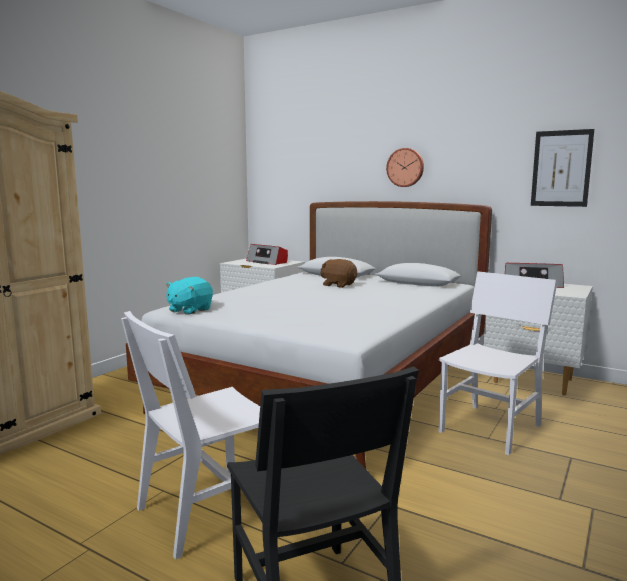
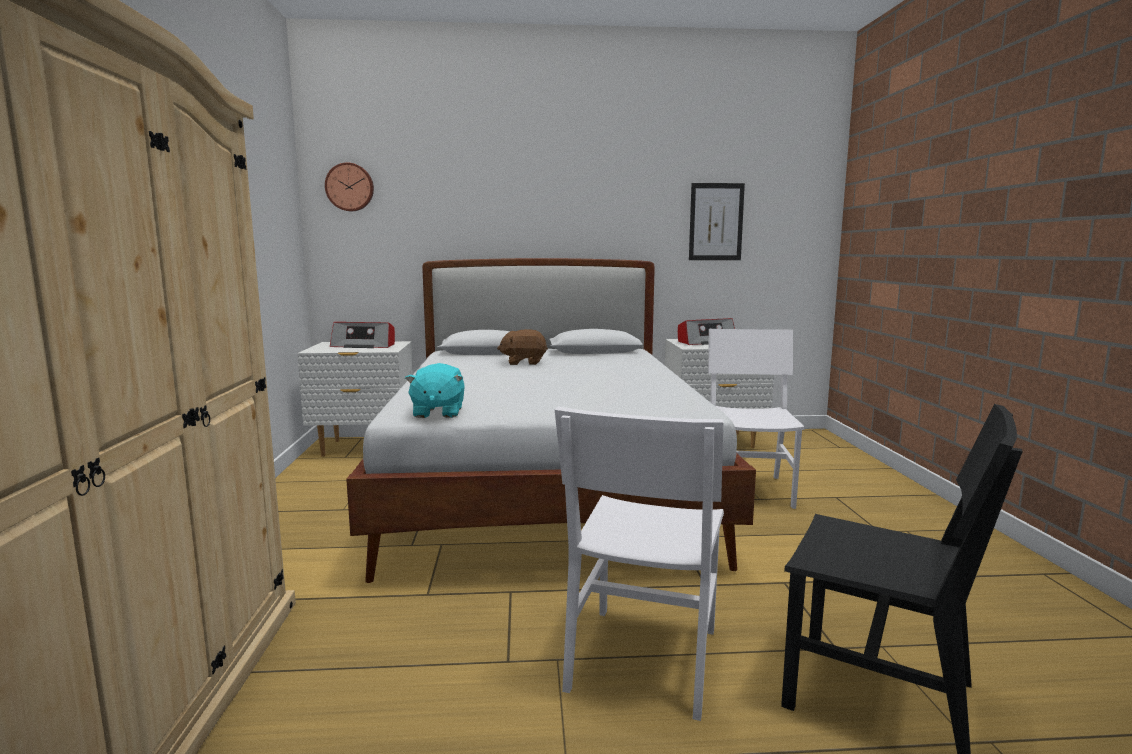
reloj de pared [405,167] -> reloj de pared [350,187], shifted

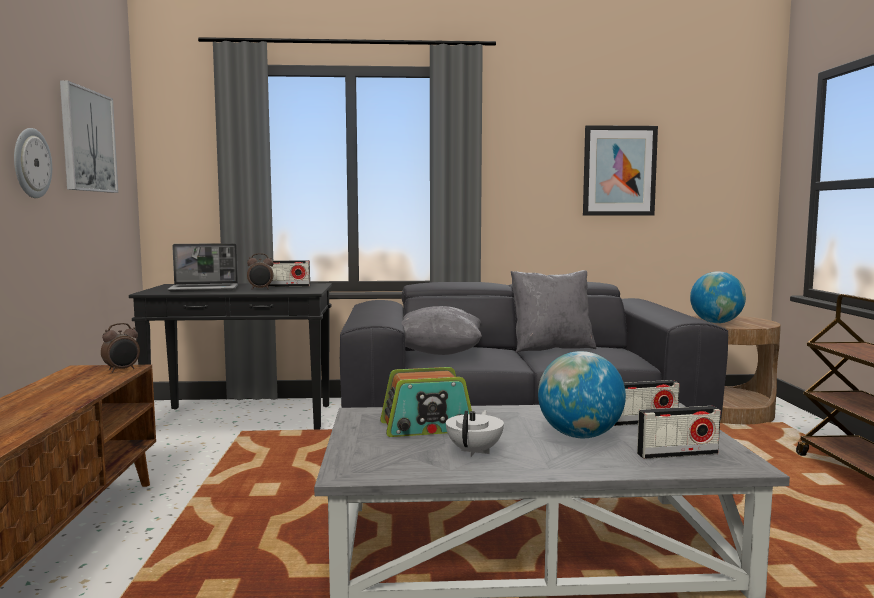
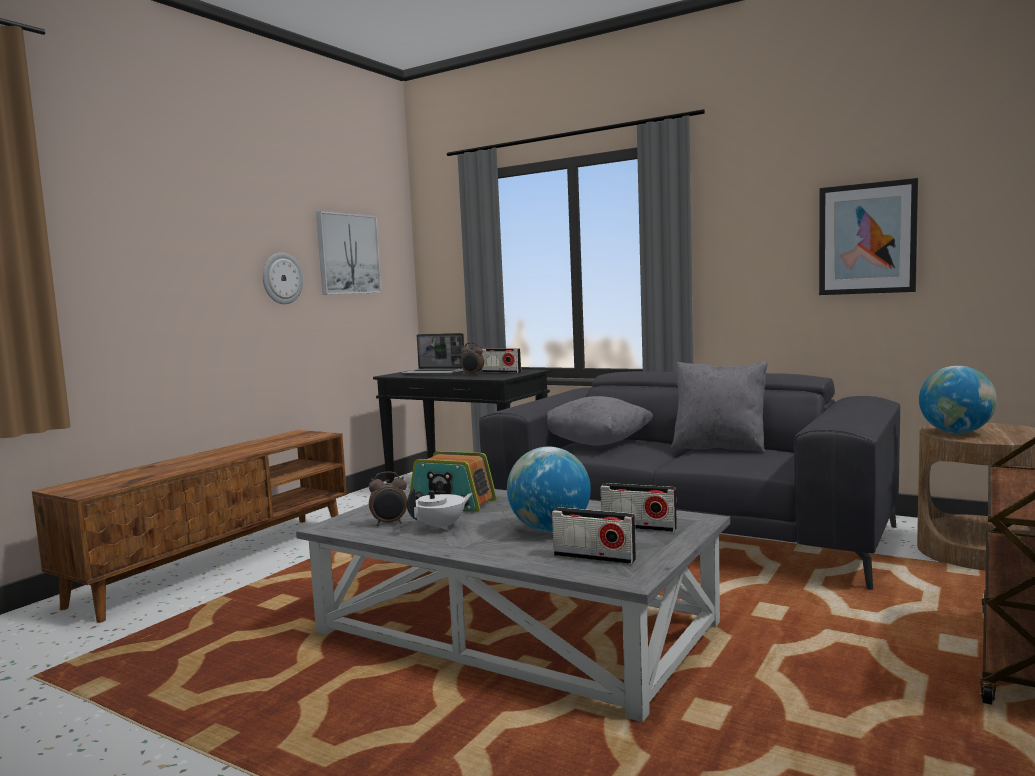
despertador [122,370] -> despertador [389,523], shifted

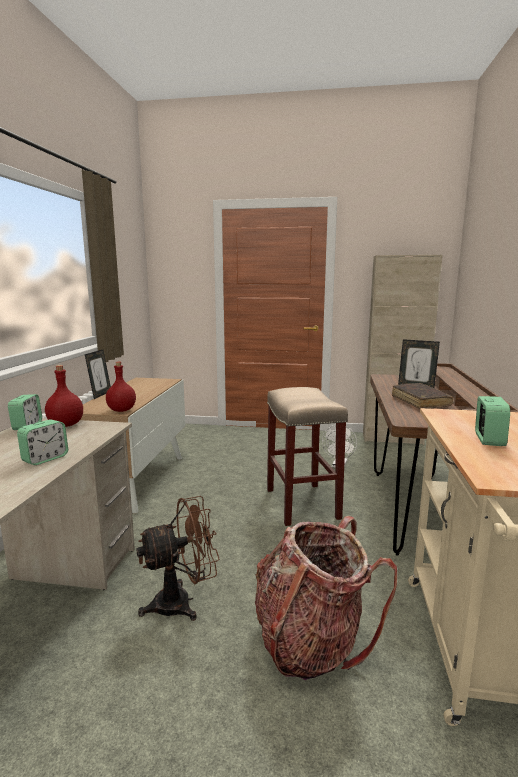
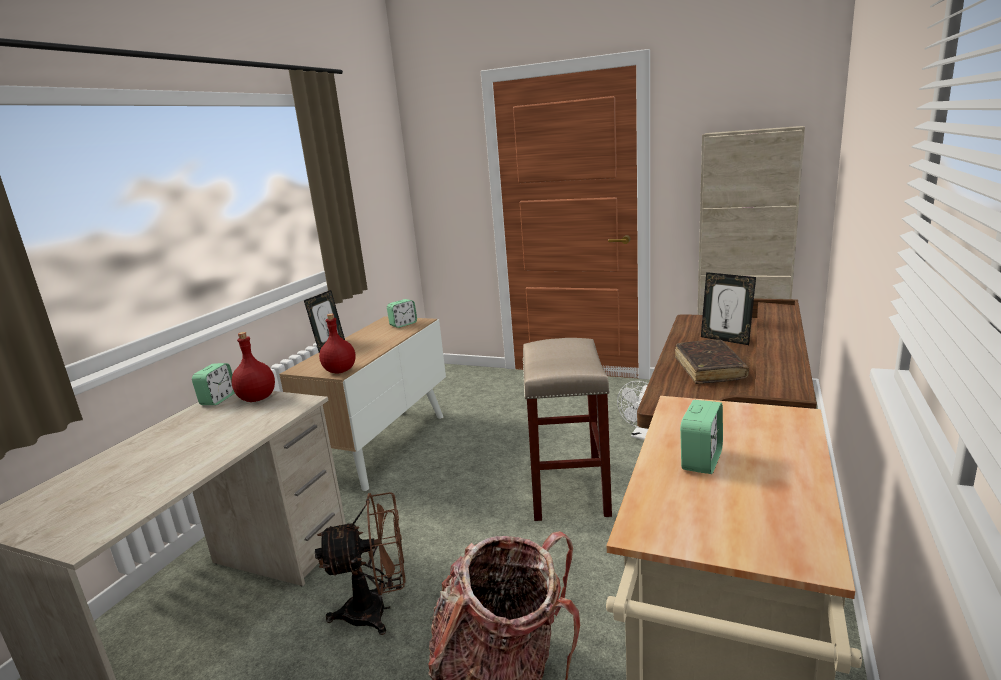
despertador [45,459] -> despertador [403,324], shifted

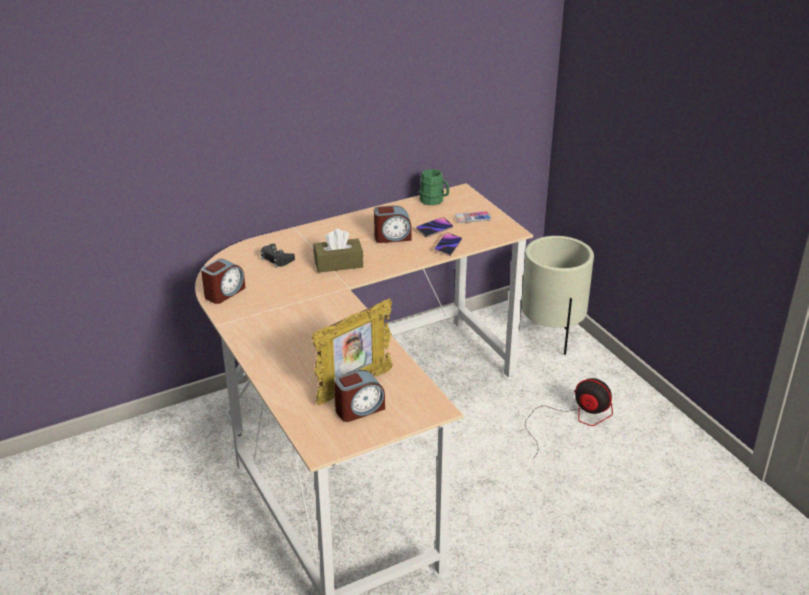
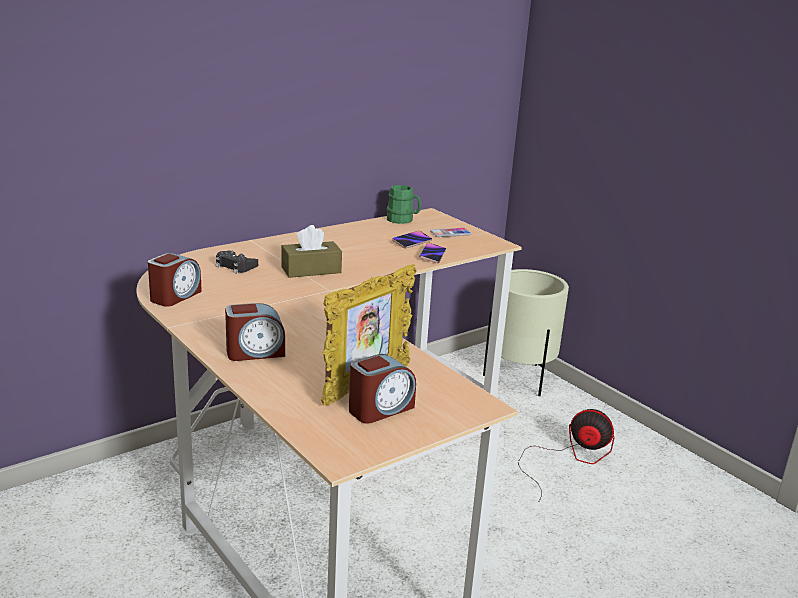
despertador [392,237] -> despertador [255,352], shifted

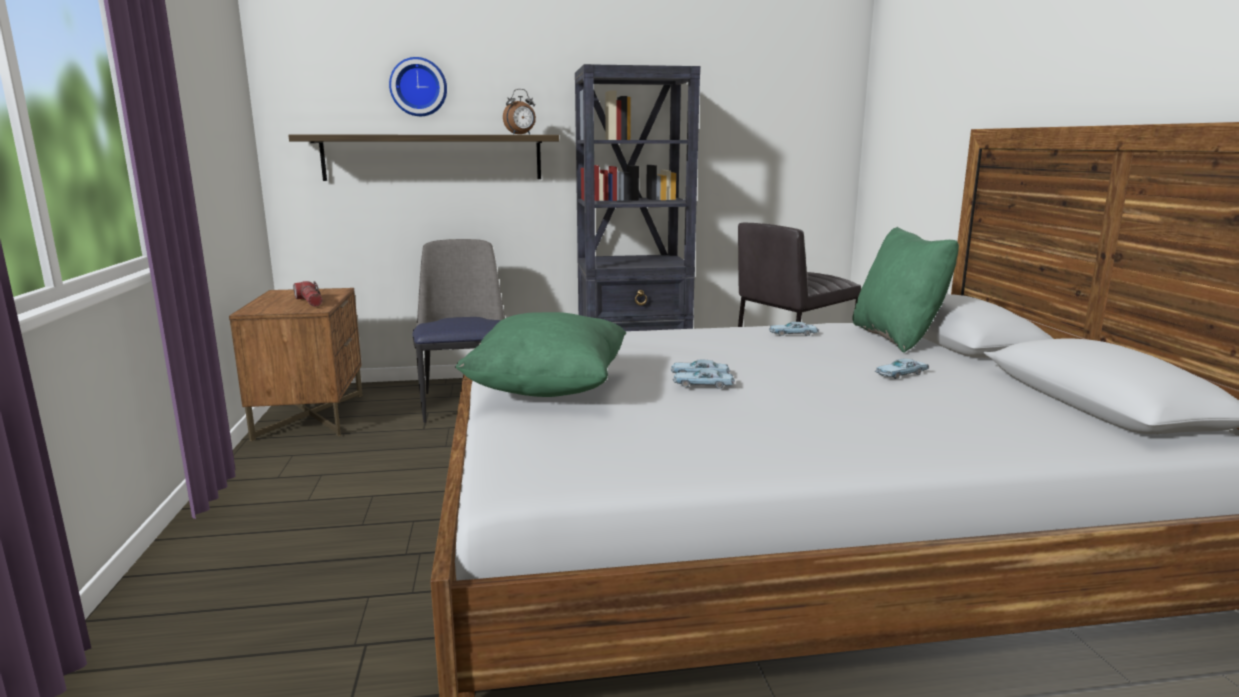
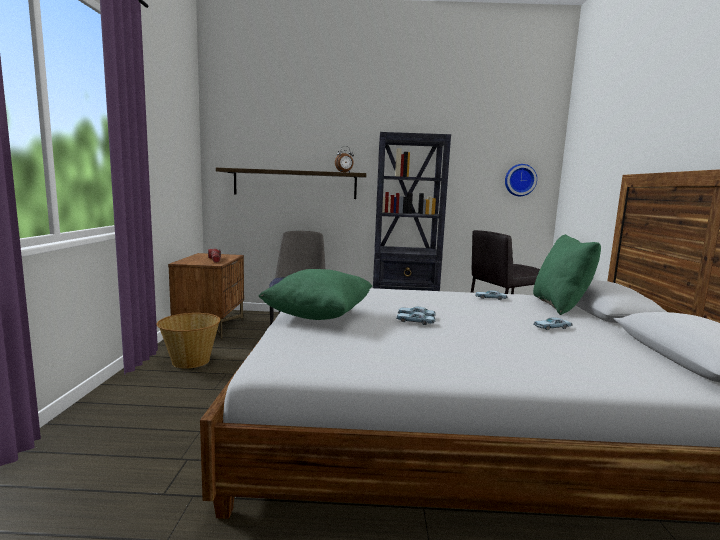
none -> cesta [190,361]
reloj de pared [418,87] -> reloj de pared [519,180], shifted

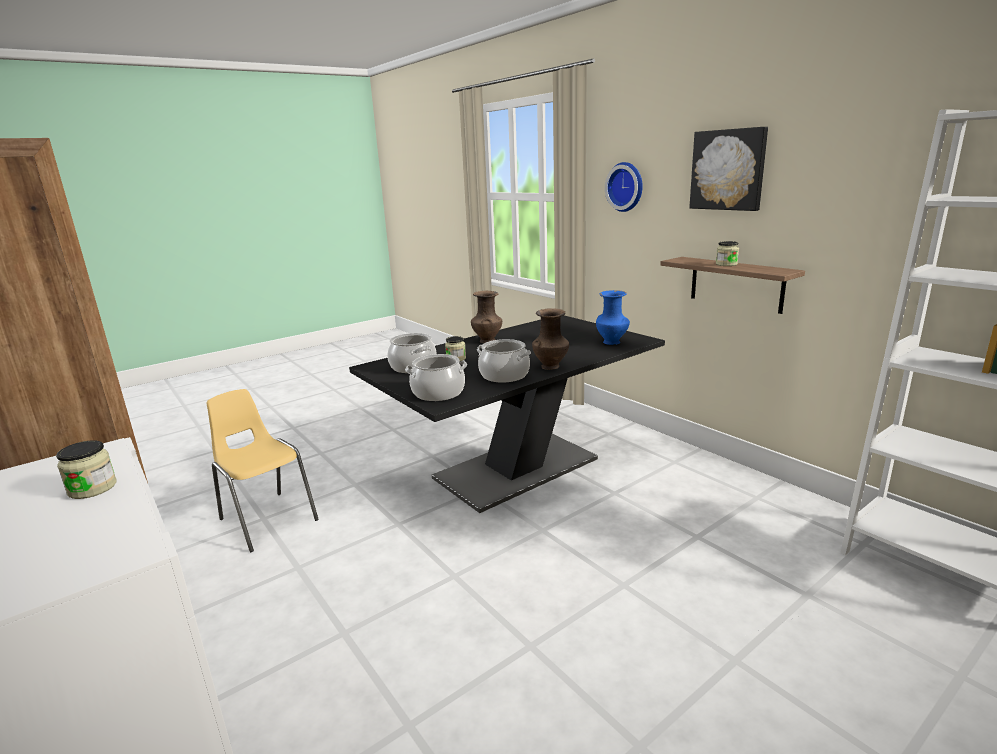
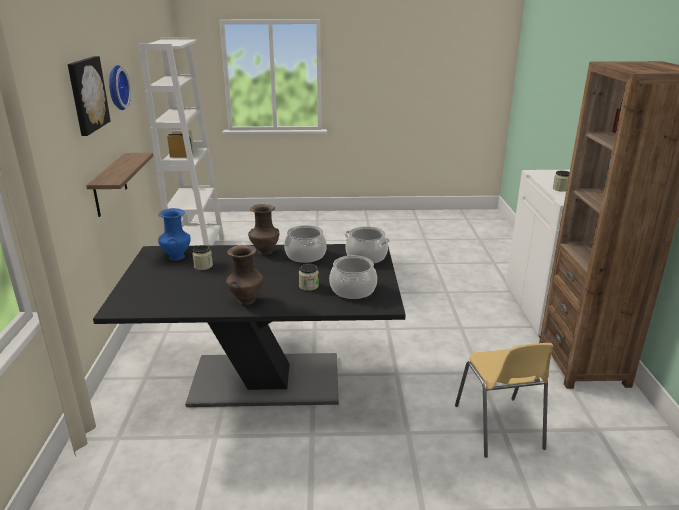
reloj de pared [626,187] -> reloj de pared [115,87], shifted
tarro [726,264] -> tarro [203,266], shifted

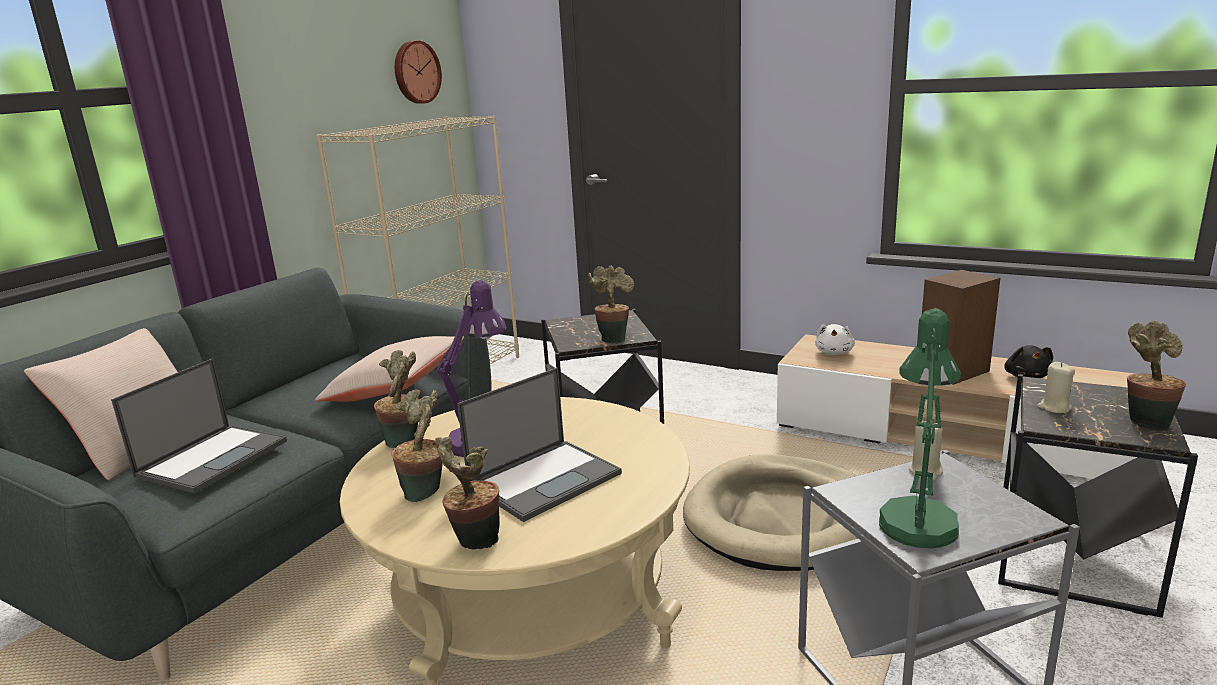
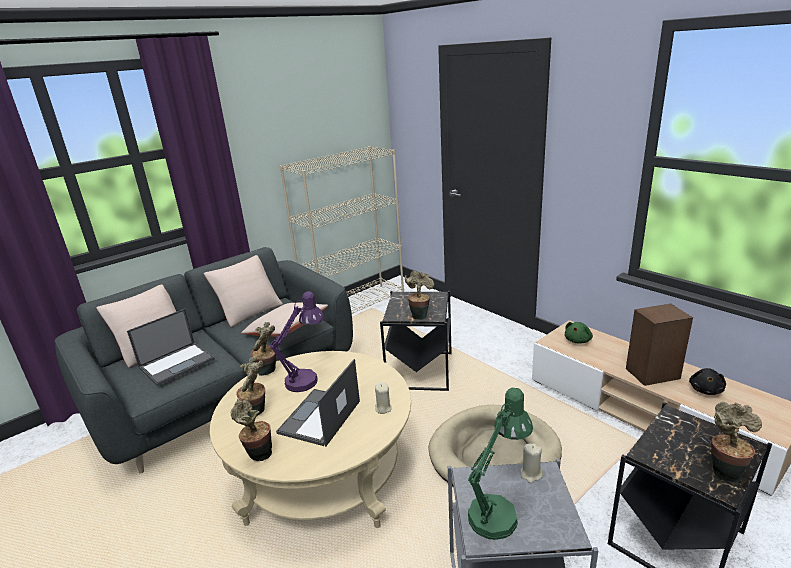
none -> cojín/beis [249,310]
portátil [545,479] -> portátil [319,418], 135 degrees clockwise
vela/beis [1054,407] -> vela/beis [383,408], shifted
peluche/blanco [834,353] -> peluche/verde [578,340]
reloj de pared [415,72] -> none

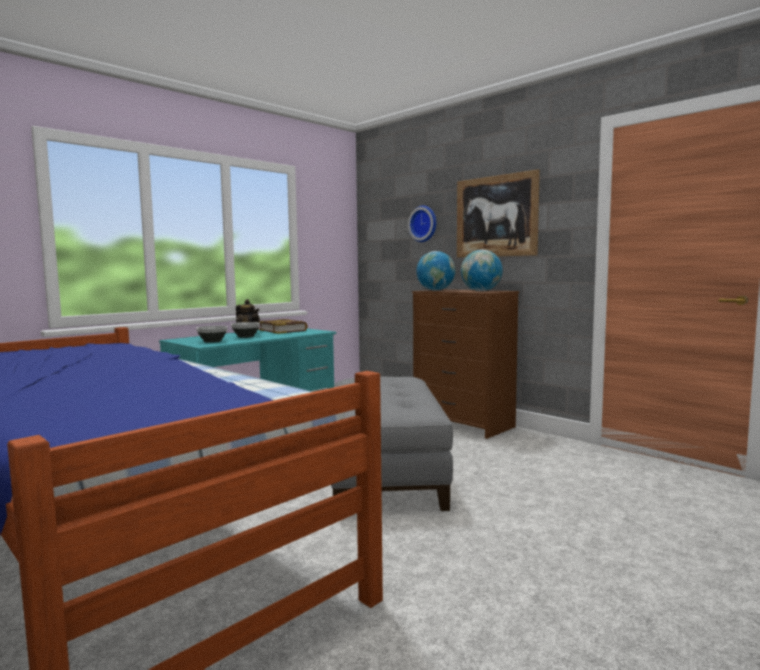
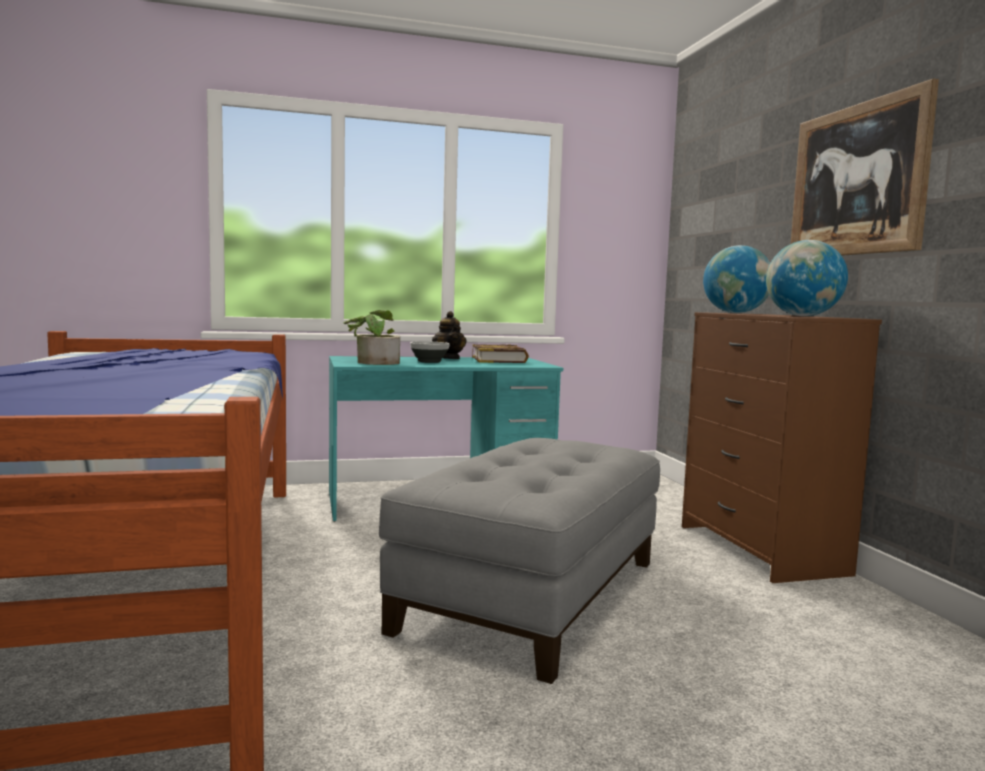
cuenco [212,341] -> planta en maceta [373,362]
reloj de pared [424,224] -> none

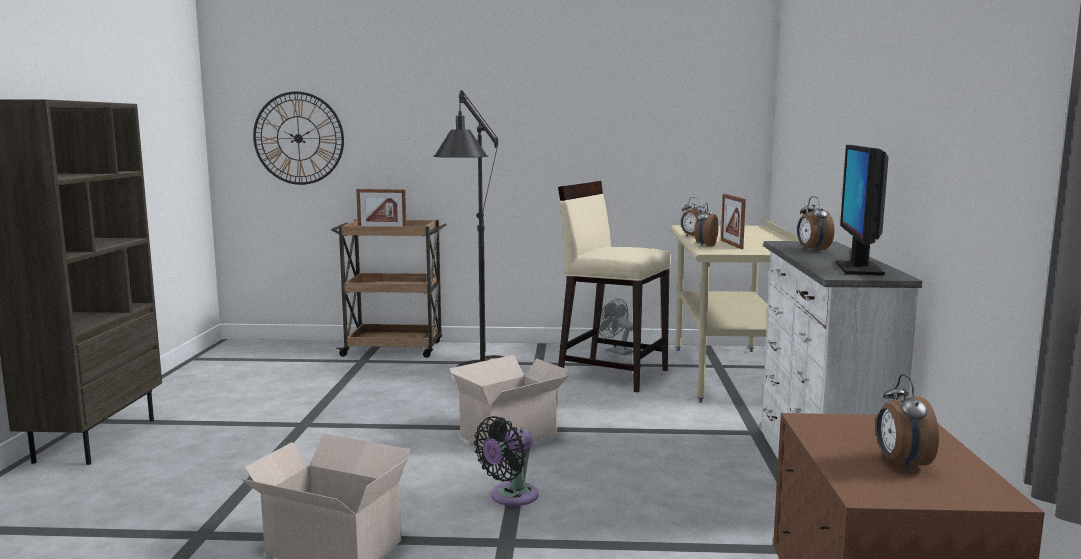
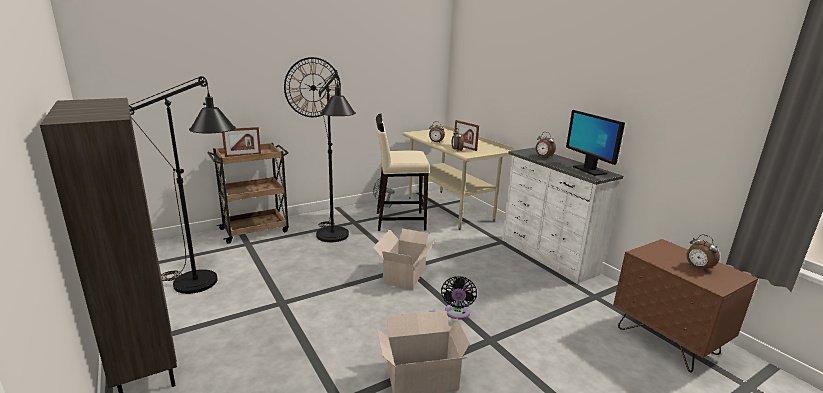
none -> lámpara de pie/negro [205,285]
reloj de pared [298,138] -> reloj de pared [313,87], shifted

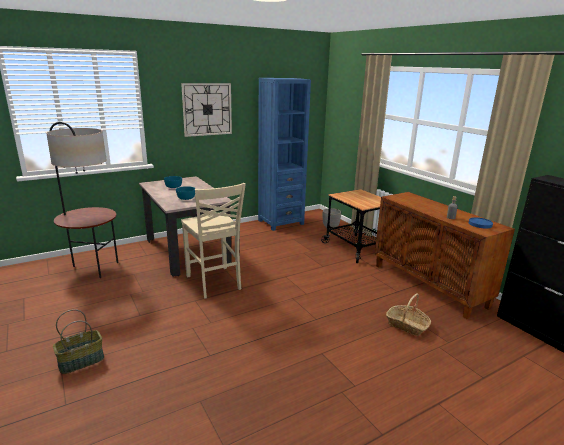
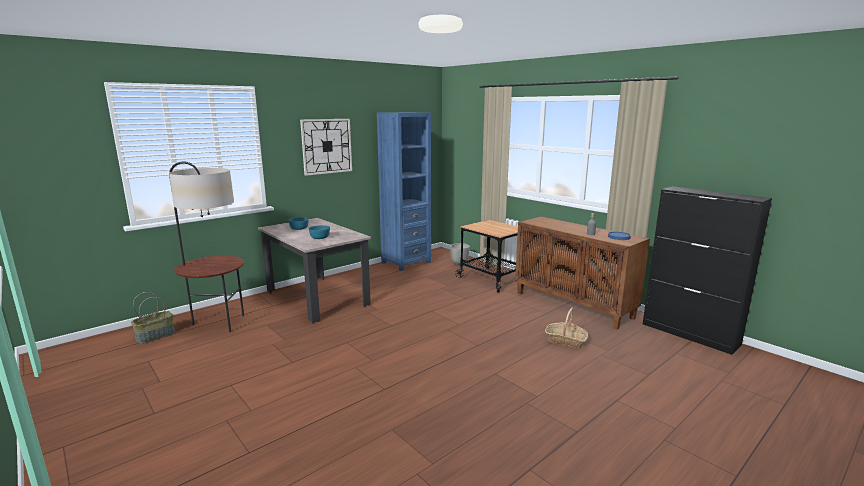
cesta [81,361] -> cesta [155,336], shifted
silla/beis [214,283] -> none

